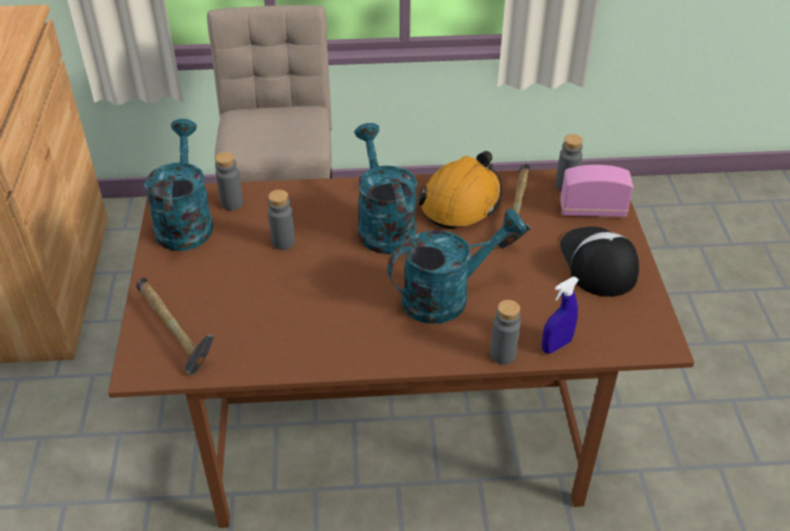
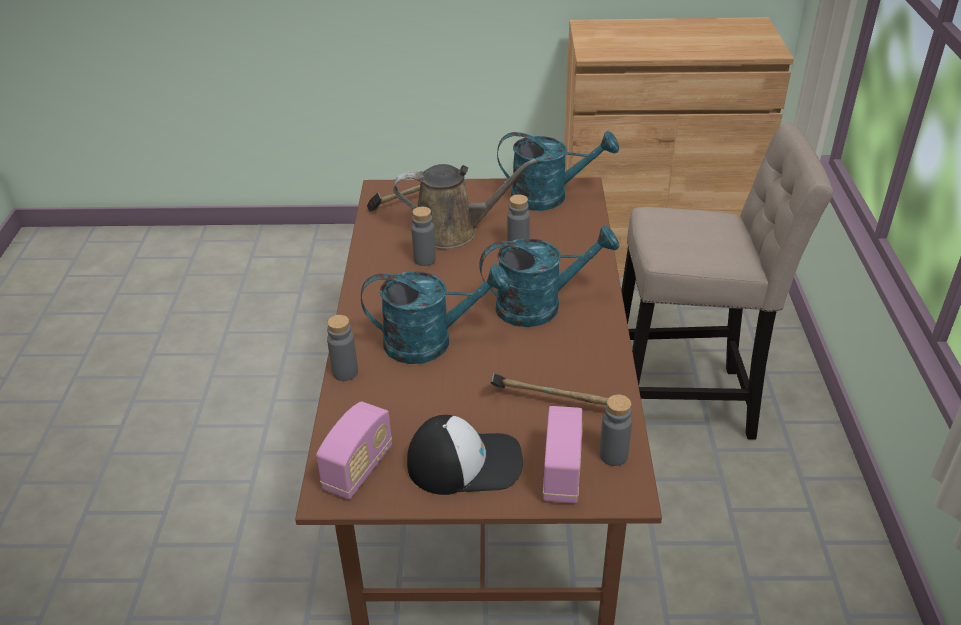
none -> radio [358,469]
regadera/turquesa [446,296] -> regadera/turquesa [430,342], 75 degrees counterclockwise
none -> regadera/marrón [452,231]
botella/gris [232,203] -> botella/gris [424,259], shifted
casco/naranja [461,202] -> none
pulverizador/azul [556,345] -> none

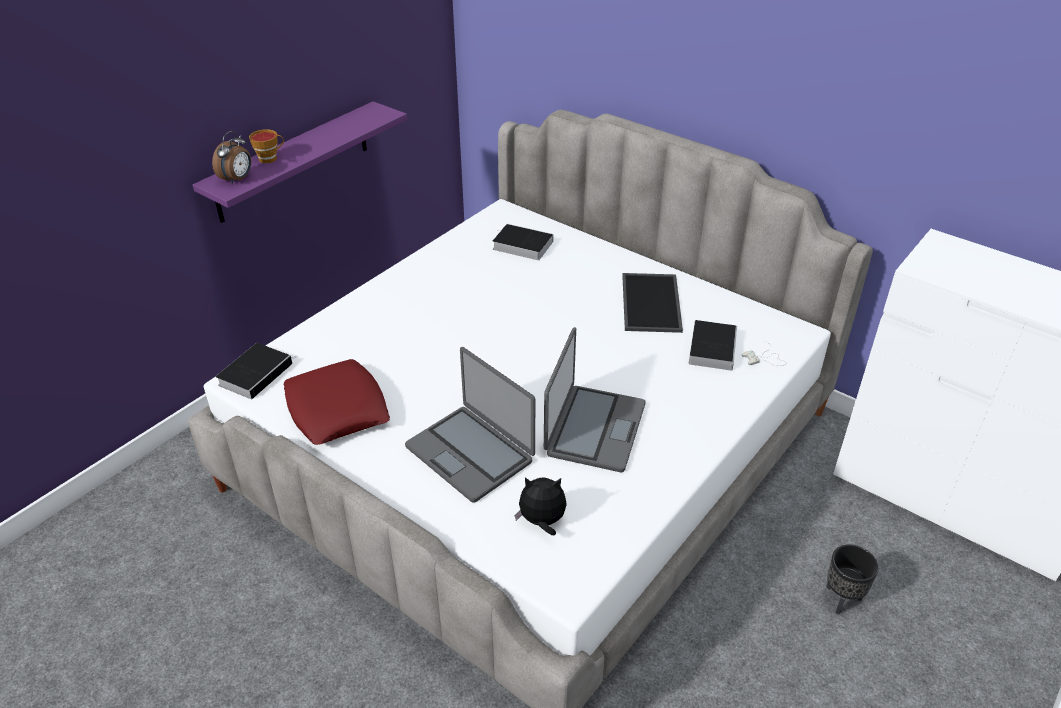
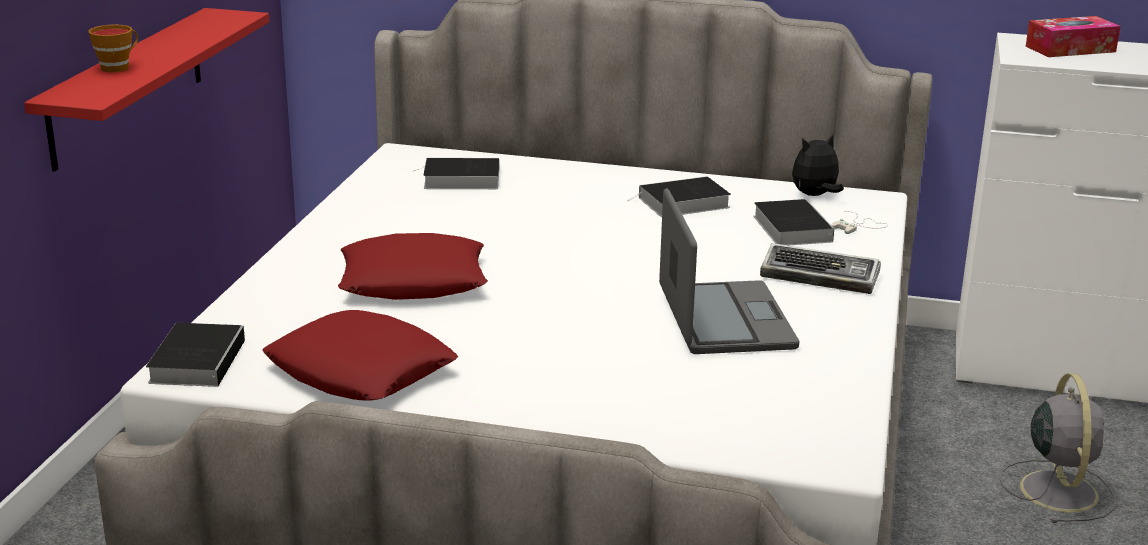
estante/morado [293,161] -> estante/rojo [127,86]
none -> cojín/rojo [413,281]
bandeja [652,303] -> libro [682,203]
none -> teclado [821,277]
peluche [542,522] -> peluche [815,195], shifted
maceta/negro [841,598] -> ventilador/gris [1057,489]
none -> caja de pañuelos [1070,49]
despertador [237,179] -> none
portátil [470,453] -> none

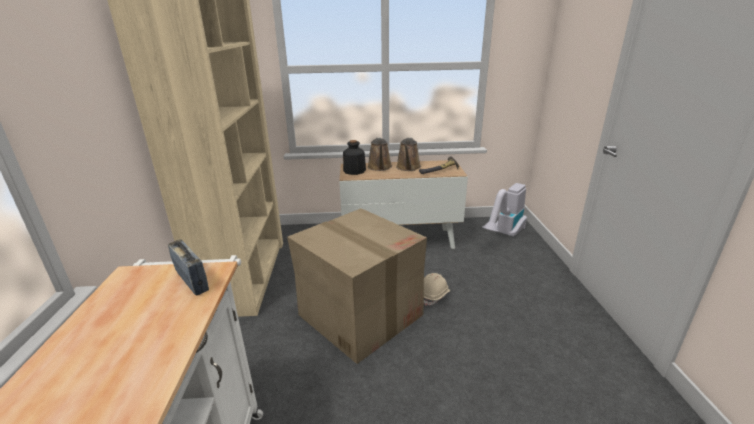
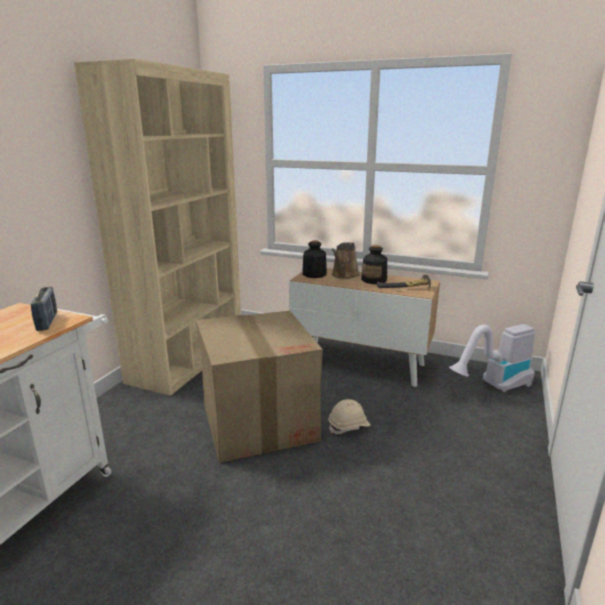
regadera/marrón [408,168] -> botella [374,280]

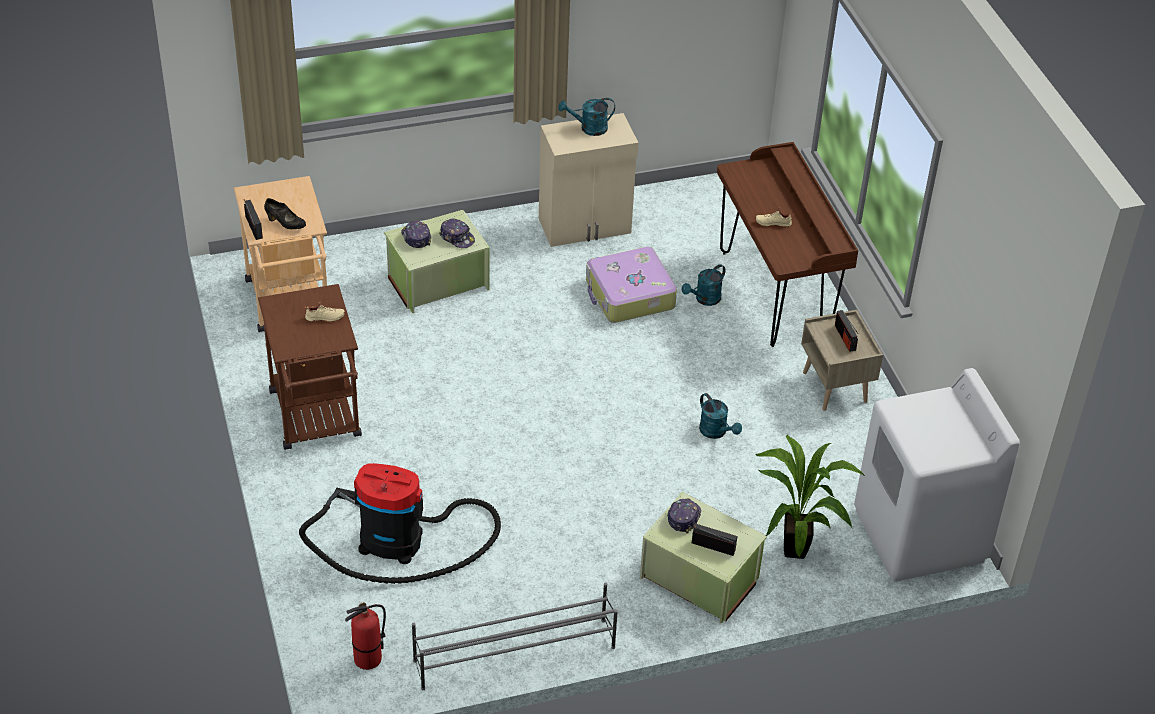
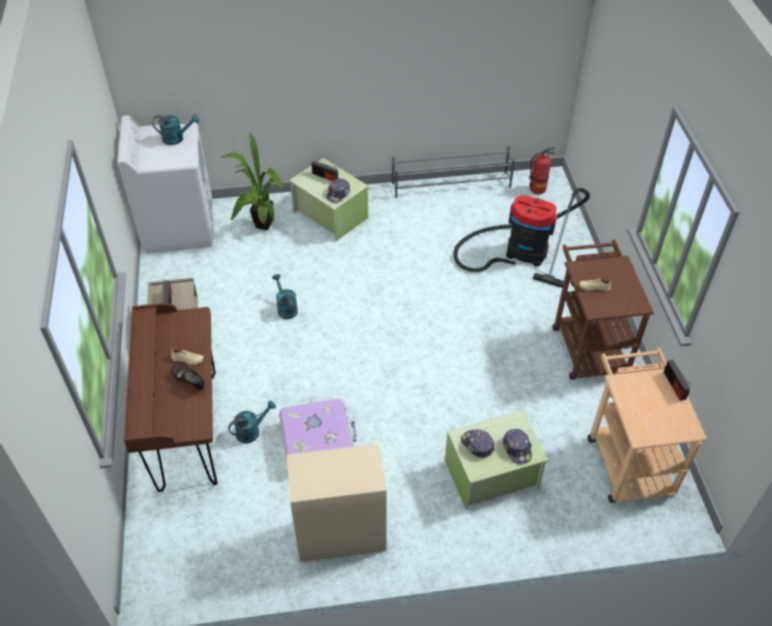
regadera/turquesa [589,128] -> regadera/turquesa [177,138], shifted
zapato/negro [285,224] -> zapato/negro [189,382], shifted

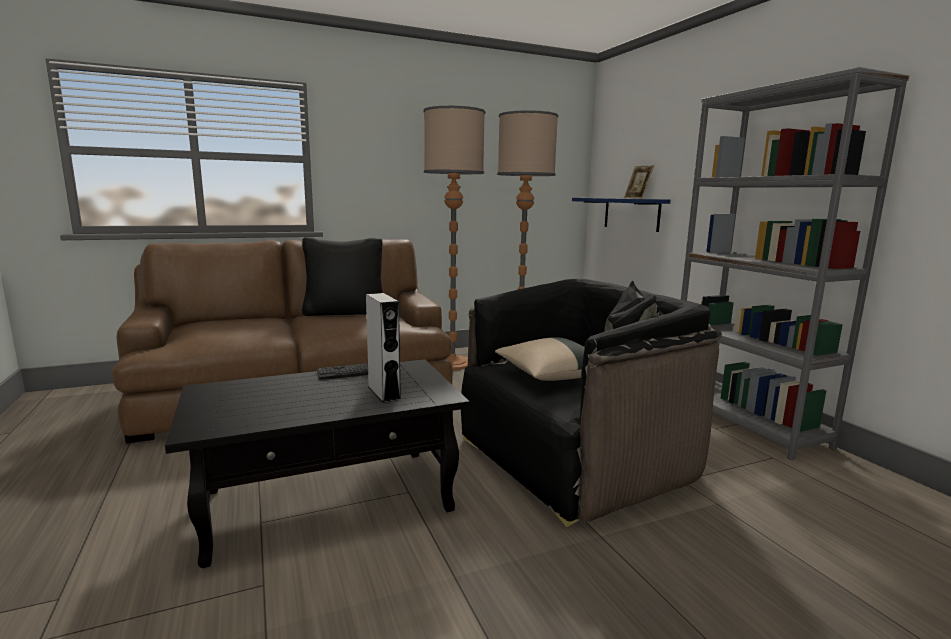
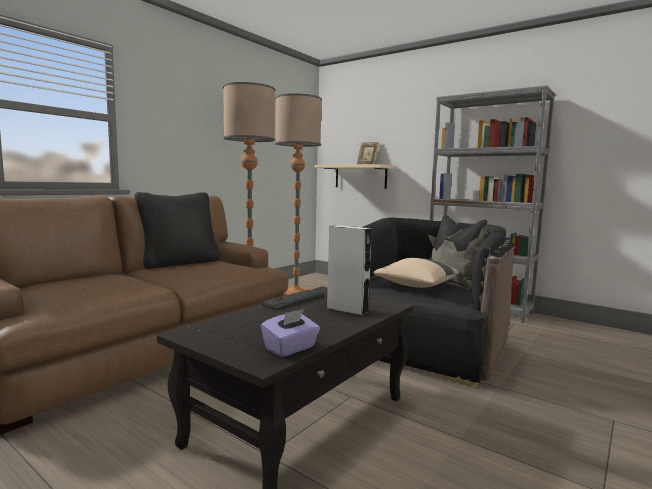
none -> caja de pañuelos/morado [290,348]
estante/azul [631,214] -> estante/beis [360,177]

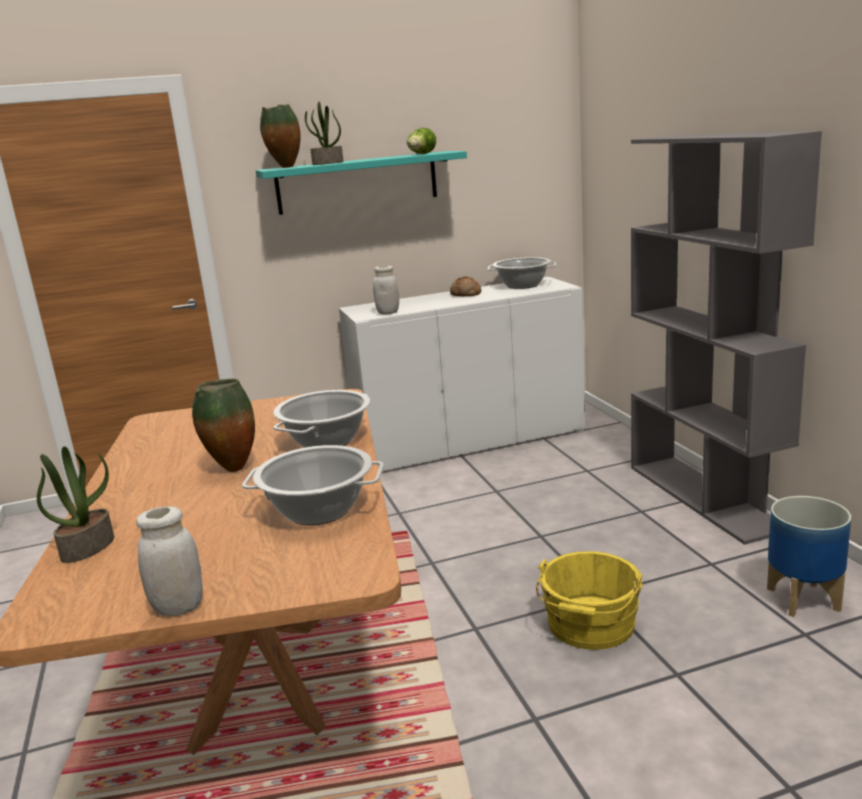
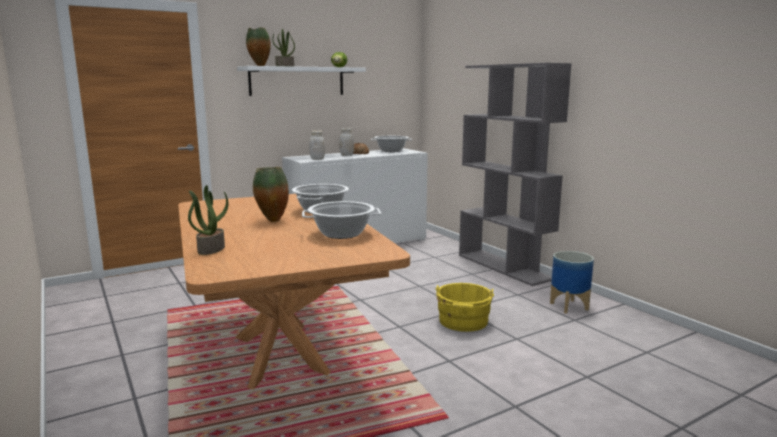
estante/turquesa [357,183] -> estante/blanco [297,81]
tarro/blanco [178,607] -> tarro/blanco [346,155], shifted

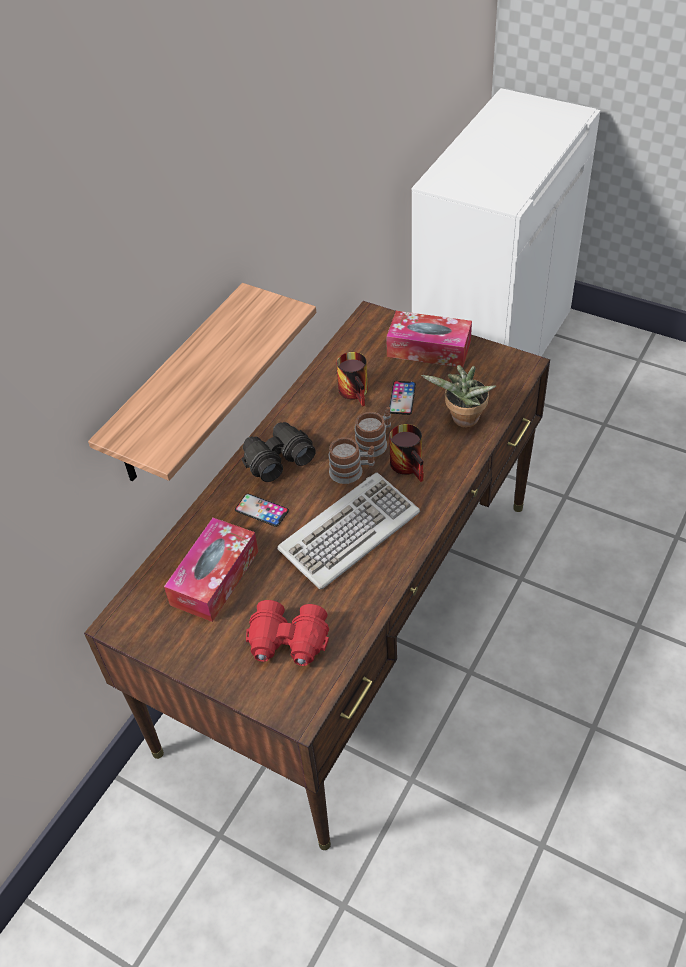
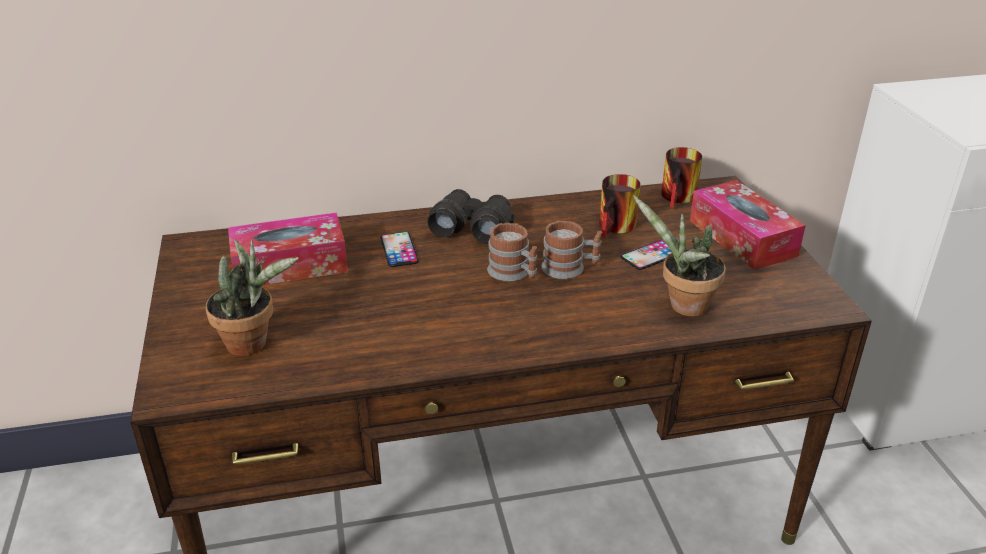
prismáticos/rojo [288,643] -> planta en maceta [253,343]
taza grande [411,465] -> taza grande [680,198], shifted
estante [178,388] -> none
teclado [349,532] -> none

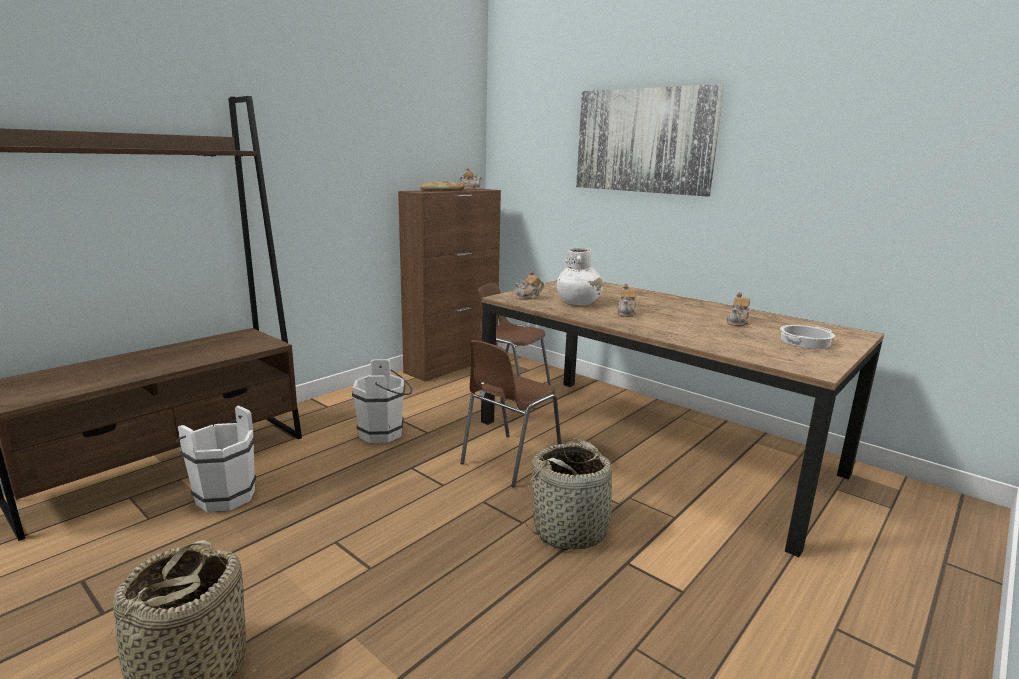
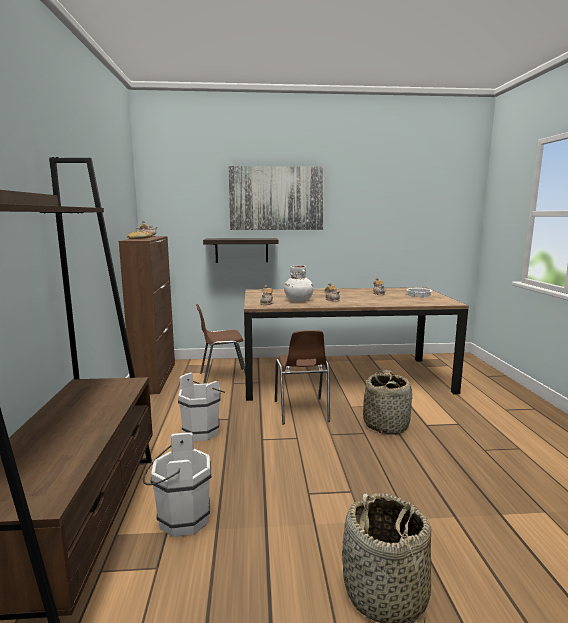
none -> estante [241,250]

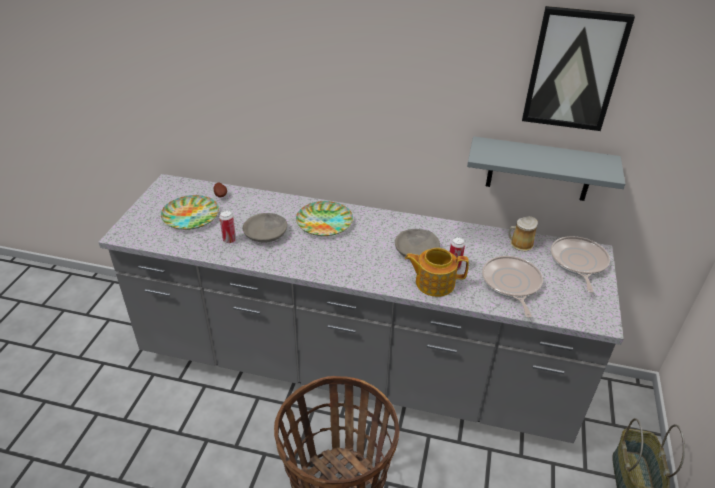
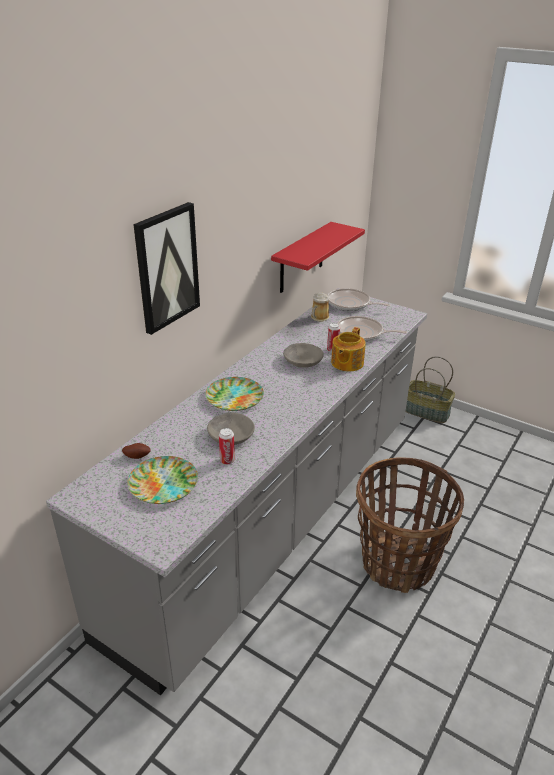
cuadro [574,69] -> cuadro [167,267], shifted
estante/gris [539,169] -> estante/rojo [302,258]

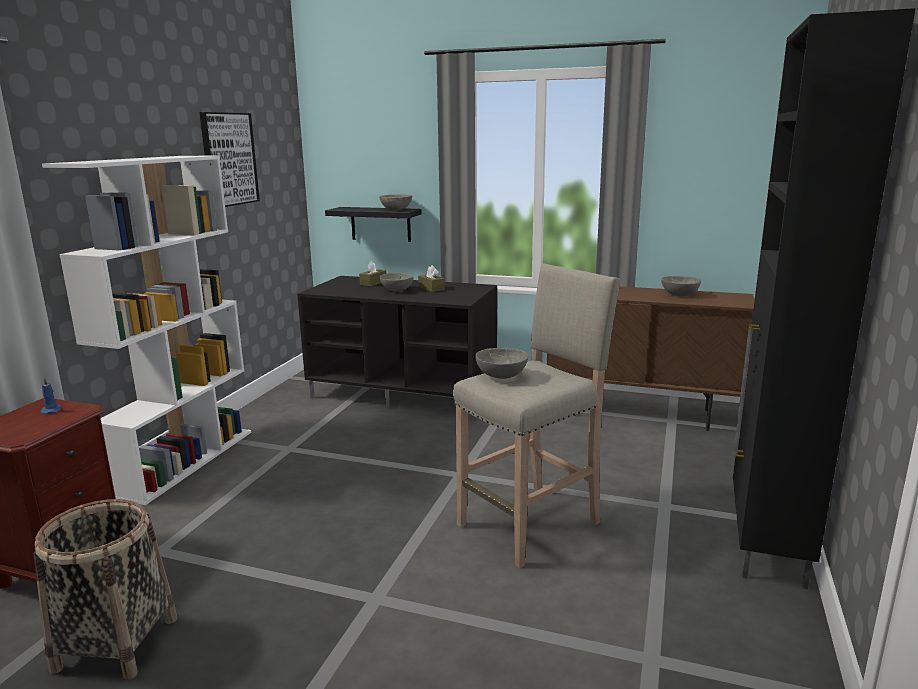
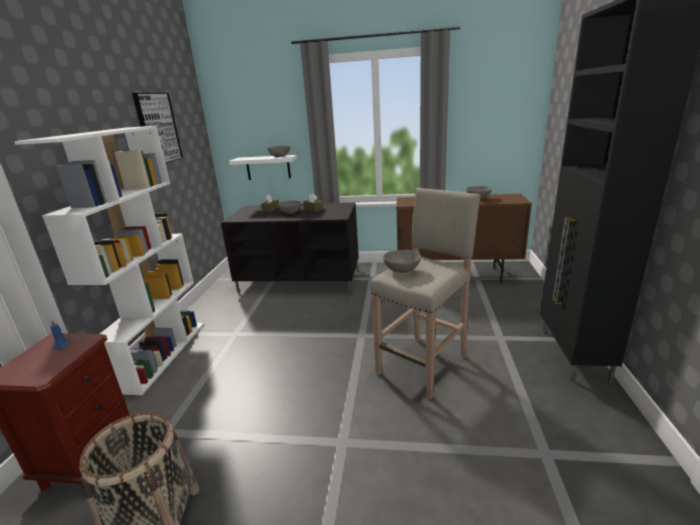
estante/negro [380,224] -> estante/blanco [268,167]

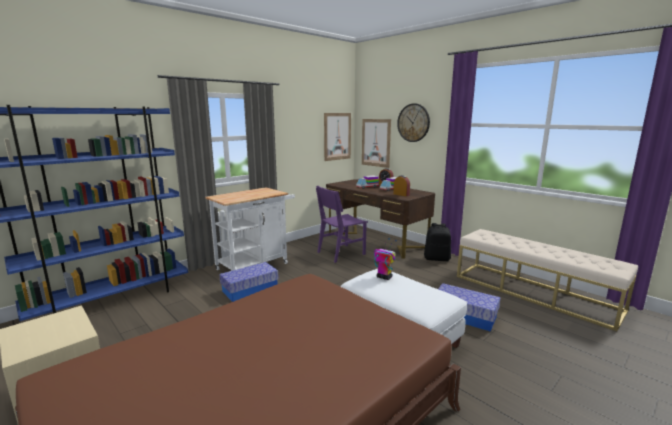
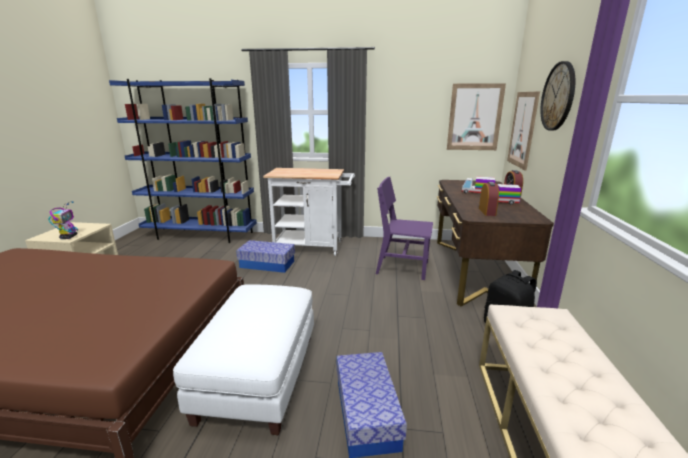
robot de juguete [384,277] -> robot de juguete [69,237], shifted

